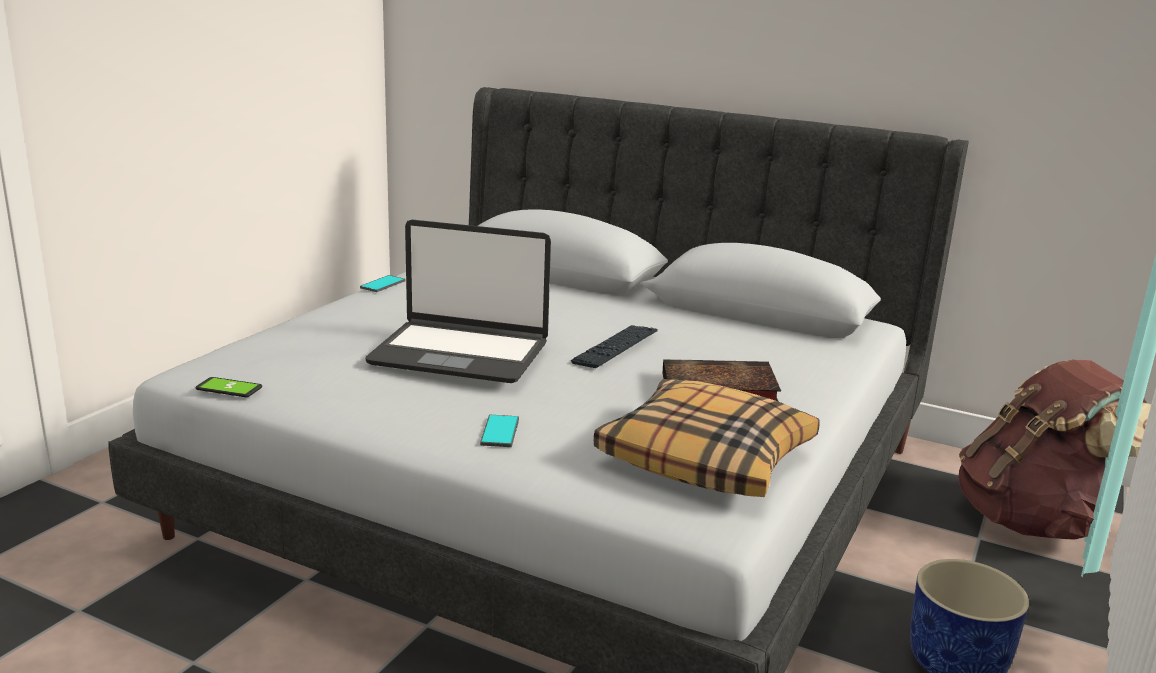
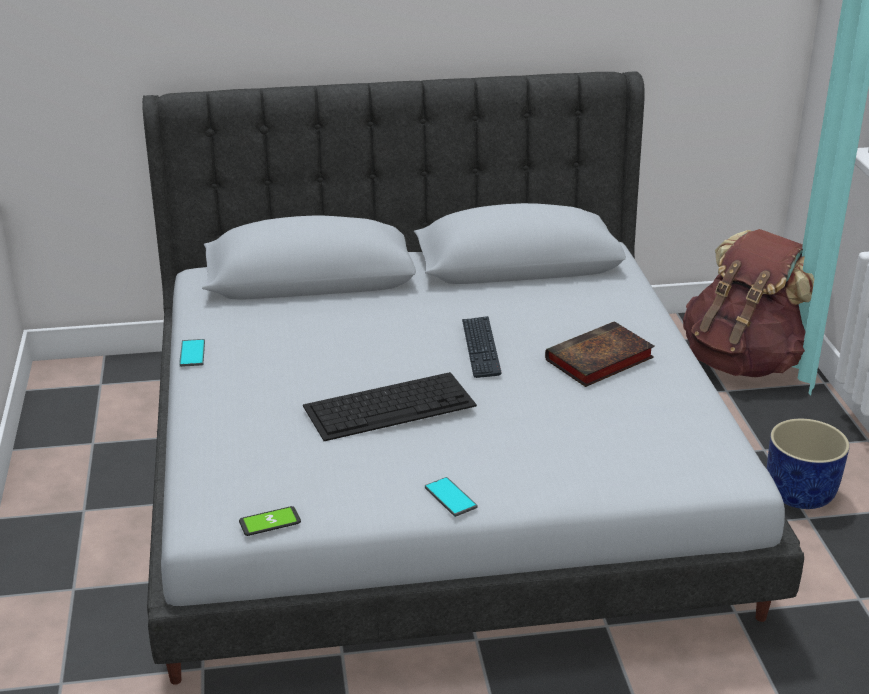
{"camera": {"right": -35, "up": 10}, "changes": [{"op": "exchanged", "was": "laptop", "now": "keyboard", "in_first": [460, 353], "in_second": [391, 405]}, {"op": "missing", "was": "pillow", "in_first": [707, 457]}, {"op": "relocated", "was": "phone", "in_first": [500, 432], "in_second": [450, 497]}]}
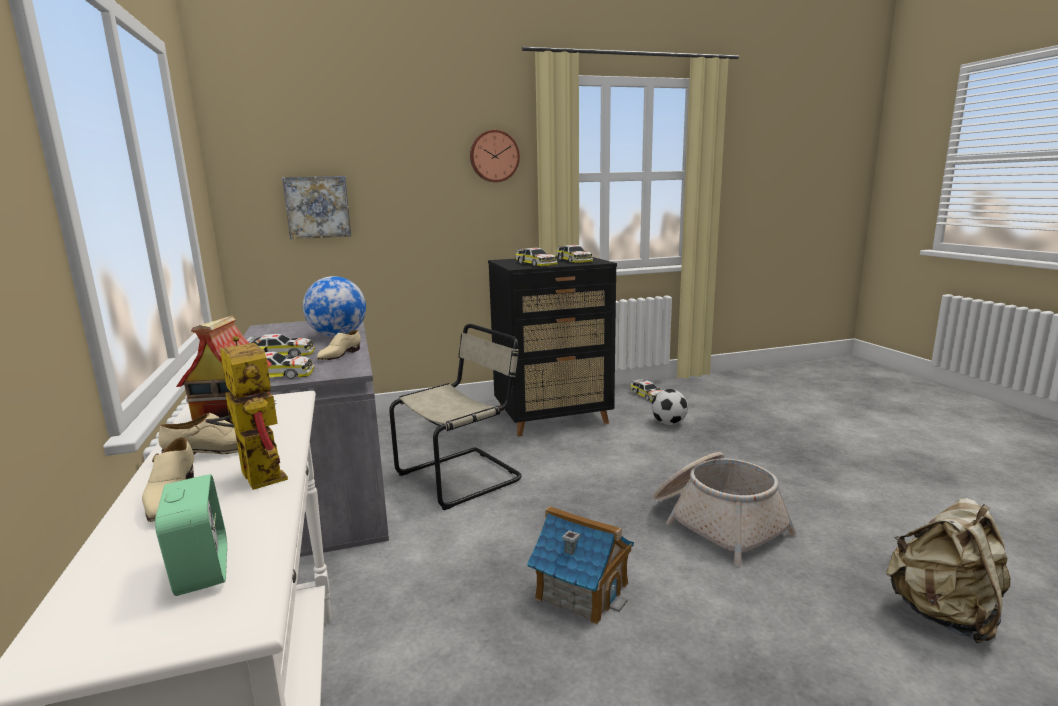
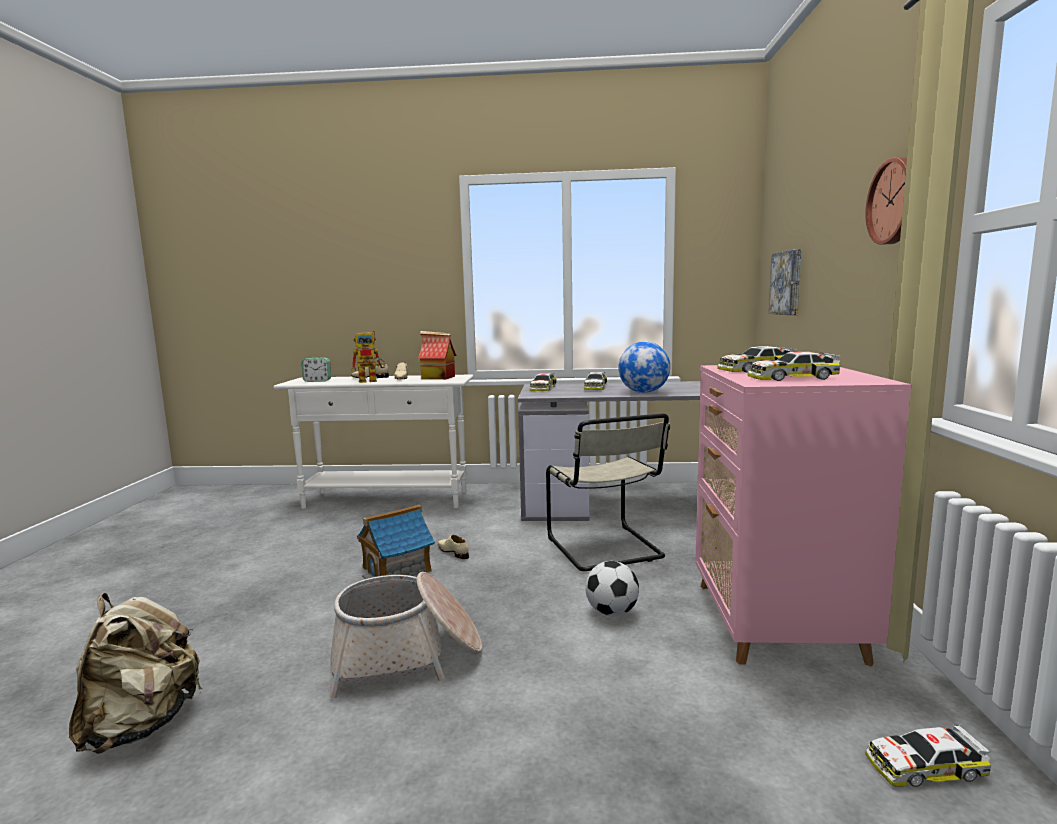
{"camera": {"right": 110, "up": -5}, "changes": [{"op": "colour", "was": "dresser (black)", "now": "dresser (pink)", "in_first": [553, 416], "in_second": [776, 622]}, {"op": "relocated", "was": "shoe (beige)", "in_first": [339, 355], "in_second": [453, 552]}, {"op": "relocated", "was": "football", "in_first": [668, 423], "in_second": [612, 612]}]}
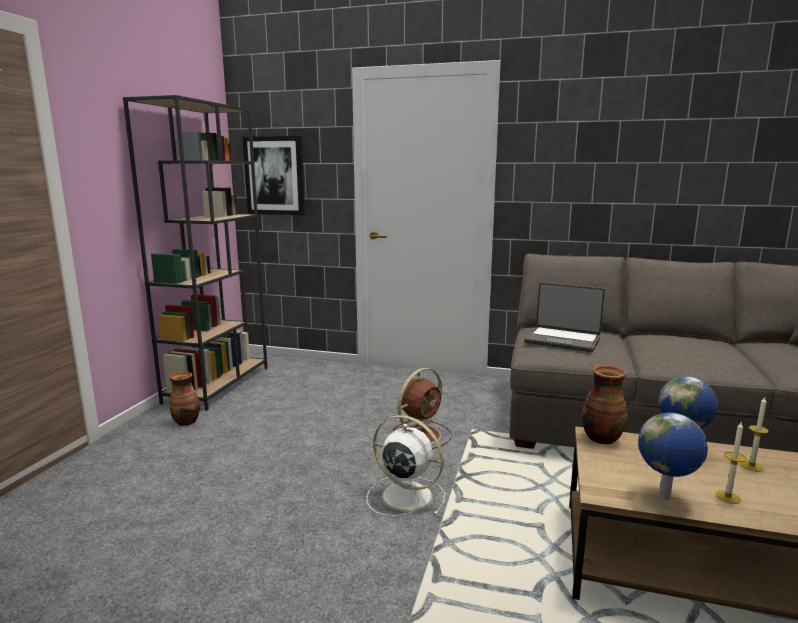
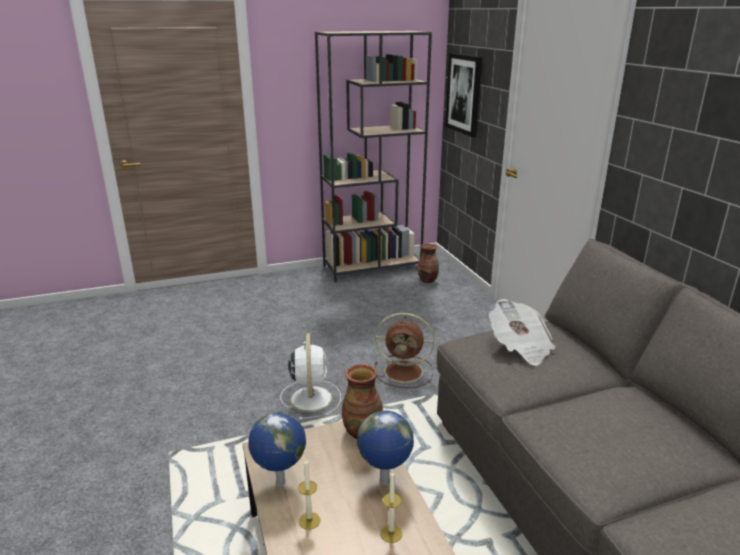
{"camera": {"right": 55, "up": 10}, "changes": [{"op": "exchanged", "was": "laptop", "now": "newspaper", "in_first": [563, 340], "in_second": [520, 347]}, {"op": "relocated", "was": "vase", "in_first": [187, 421], "in_second": [428, 280]}]}
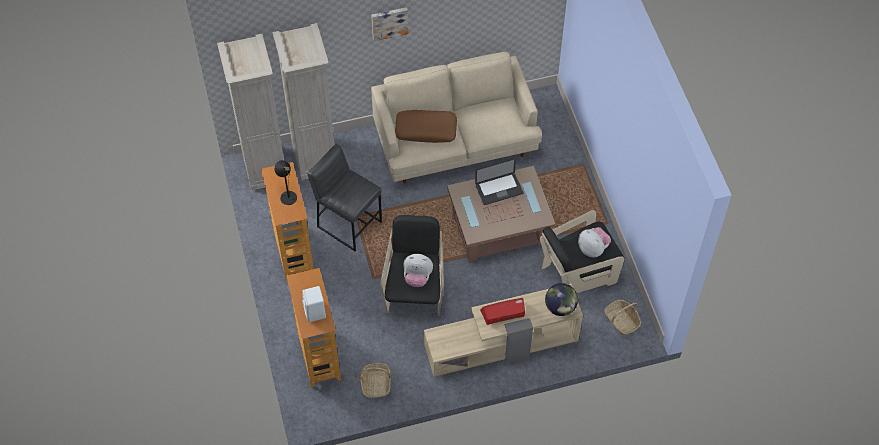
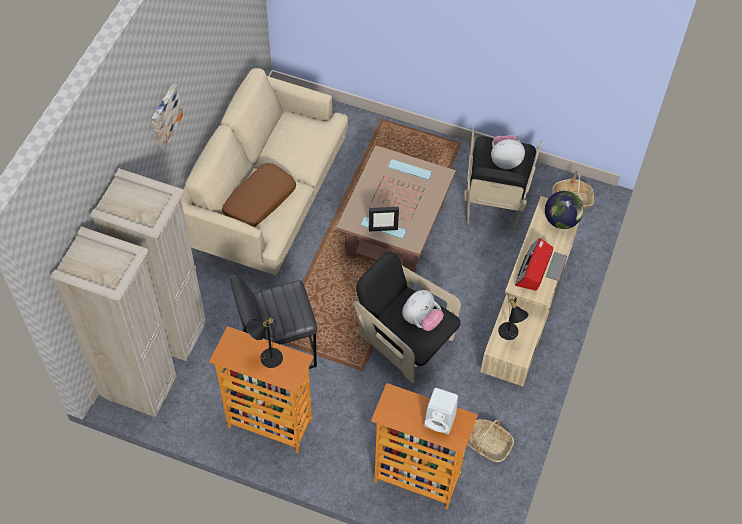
{"camera": {"right": -55, "up": 0}, "changes": [{"op": "missing", "was": "laptop", "in_first": [499, 189]}, {"op": "appeared", "now": "picture frame", "in_second": [383, 228]}, {"op": "appeared", "now": "table lamp (black)", "in_second": [510, 334]}]}
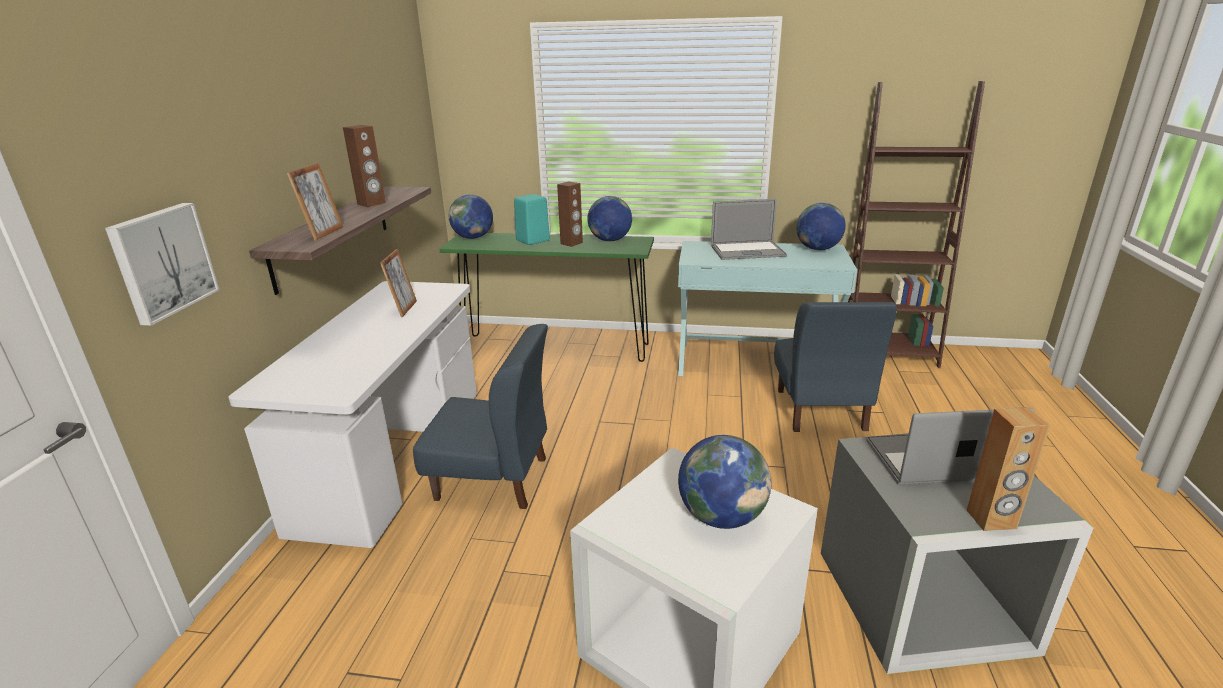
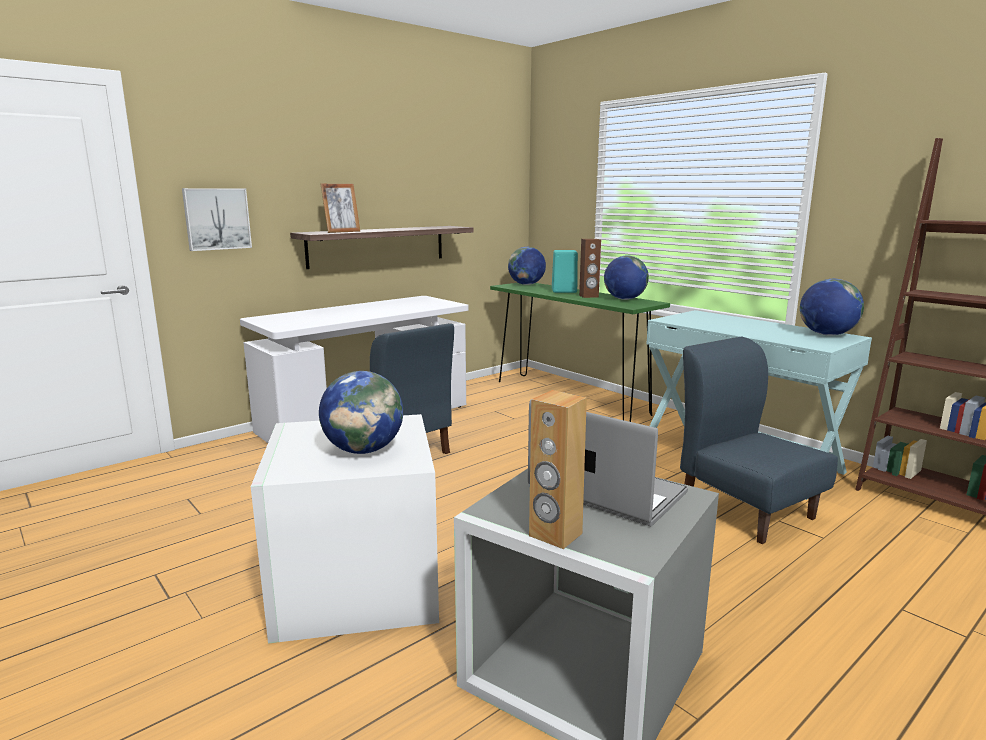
{"camera": {"right": 40, "up": -10}, "changes": [{"op": "missing", "was": "speaker (brown)", "in_first": [371, 203]}, {"op": "missing", "was": "laptop", "in_first": [747, 251]}, {"op": "missing", "was": "picture frame", "in_first": [403, 309]}, {"op": "spun", "was": "chair (blue)", "in_first": [820, 410], "in_second": [745, 509], "clockwise": 105}]}
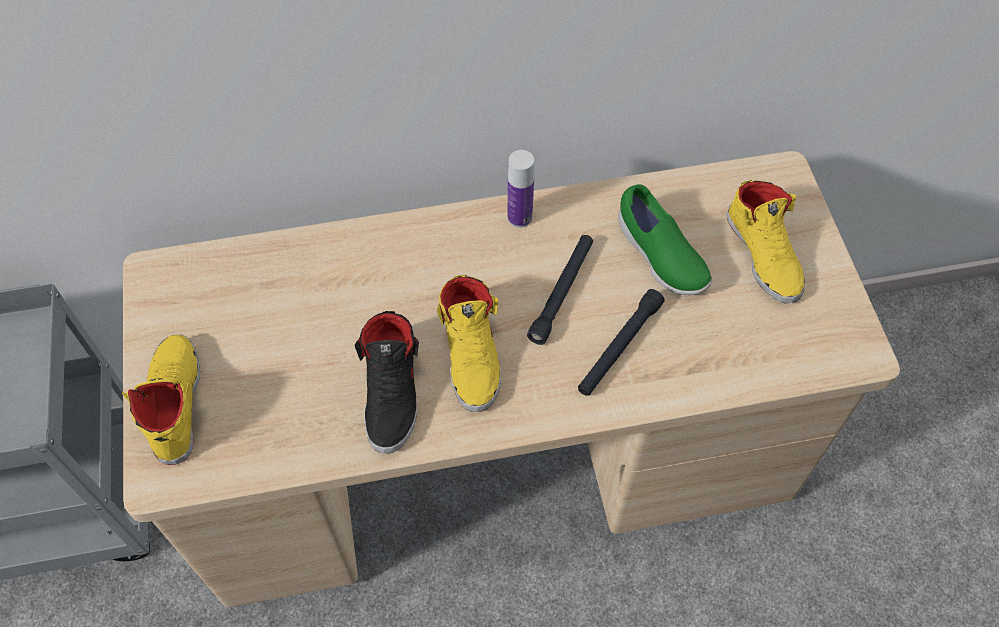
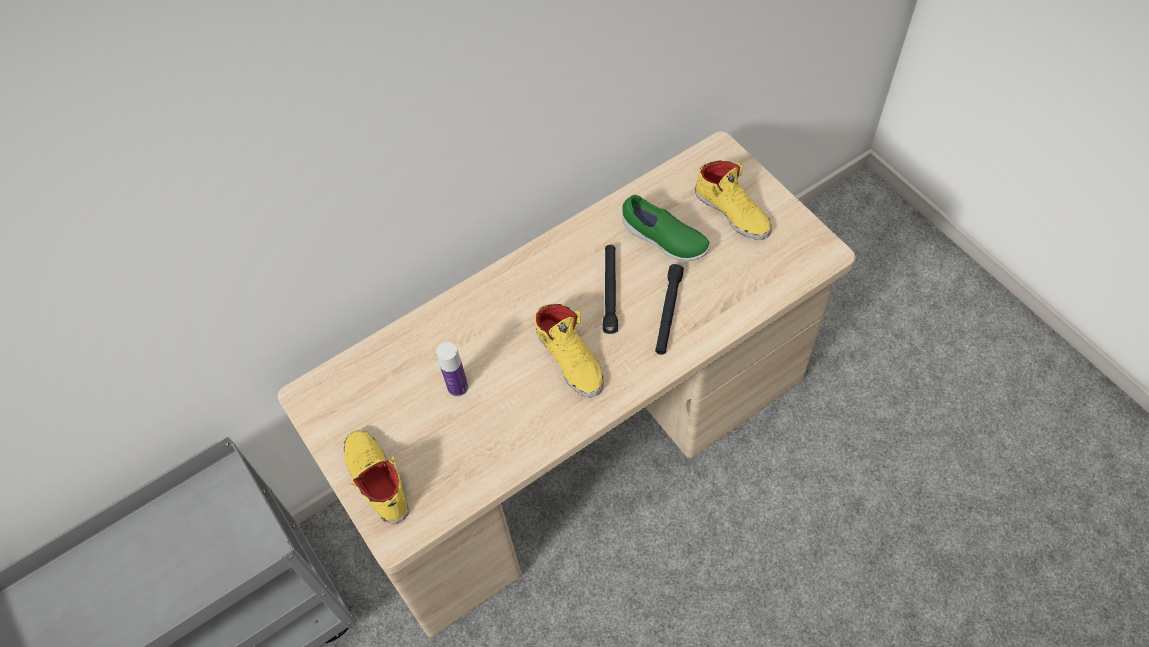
{"camera": {"right": -20, "up": 0}, "changes": [{"op": "relocated", "was": "bottle", "in_first": [519, 217], "in_second": [458, 387]}, {"op": "missing", "was": "shoe (black)", "in_first": [393, 392]}]}
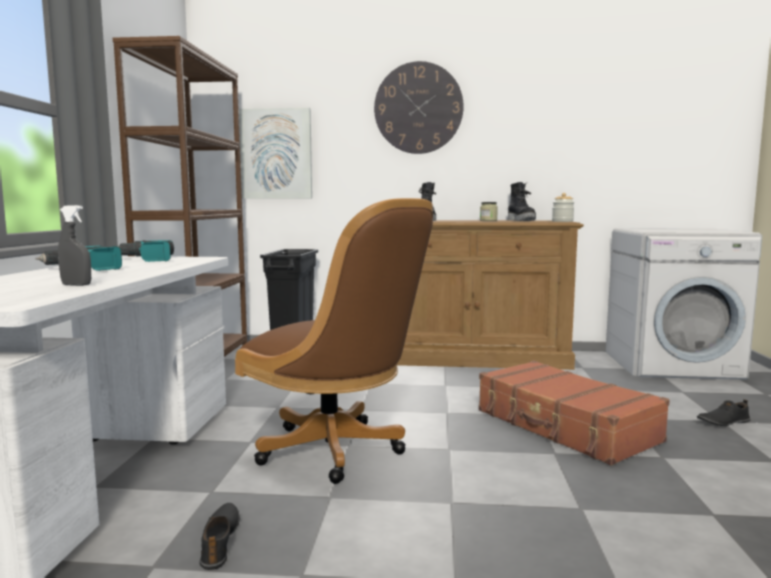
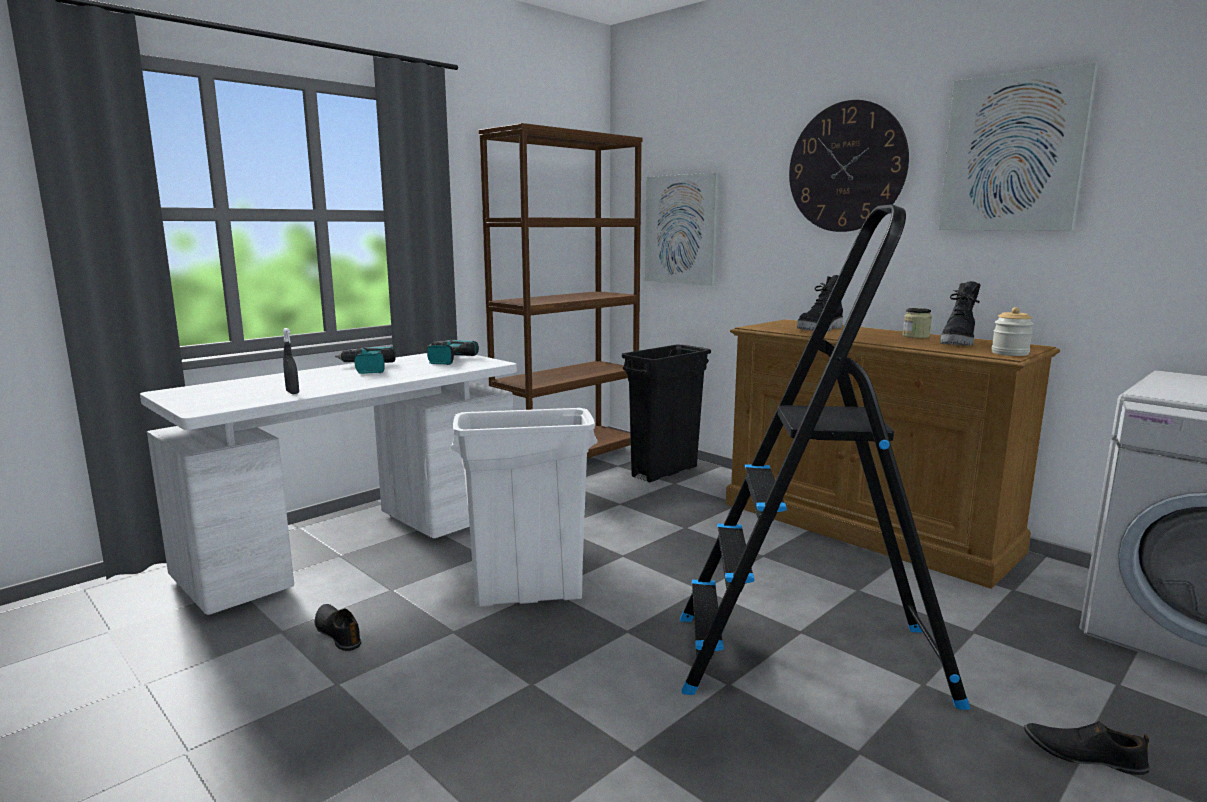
{"camera": {"right": 40, "up": 5}, "changes": [{"op": "exchanged", "was": "office chair (brown)", "now": "trash can (white)", "in_first": [340, 454], "in_second": [527, 595]}, {"op": "exchanged", "was": "suitcase (brown)", "now": "step ladder (black)", "in_first": [565, 426], "in_second": [807, 659]}, {"op": "spun", "was": "shoe (black)", "in_first": [220, 540], "in_second": [338, 632], "clockwise": -75}, {"op": "appeared", "now": "picture", "in_second": [1013, 153]}]}
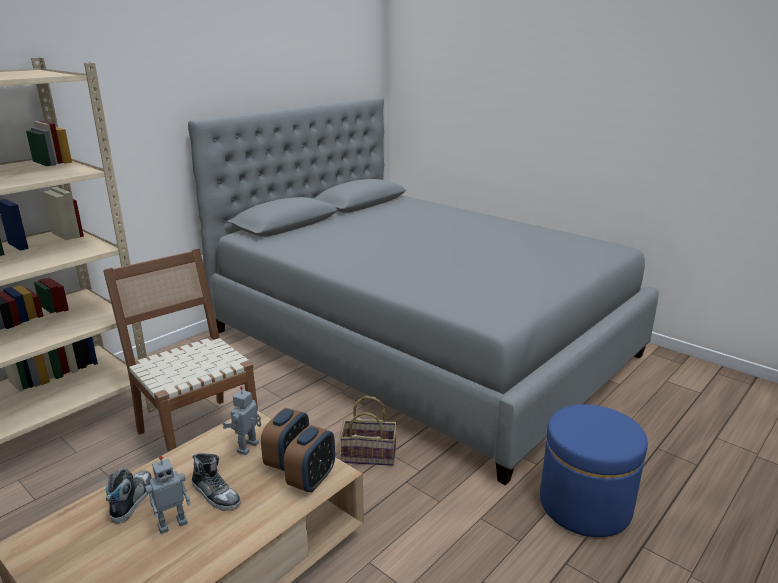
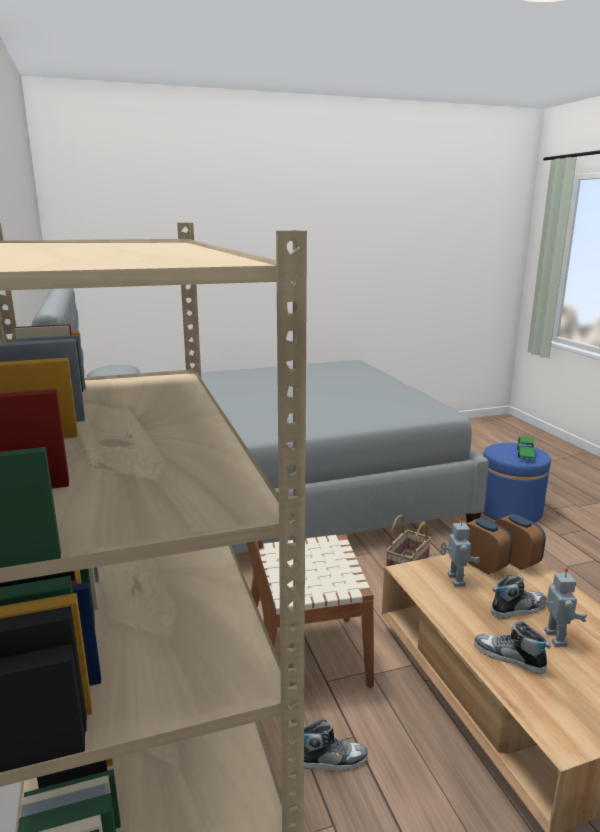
{"camera": {"right": -60, "up": -5}, "changes": [{"op": "spun", "was": "toy robot", "in_first": [249, 448], "in_second": [454, 580], "clockwise": -150}, {"op": "appeared", "now": "toy car (green)", "in_second": [525, 454]}, {"op": "appeared", "now": "shoe", "in_second": [332, 759]}]}
